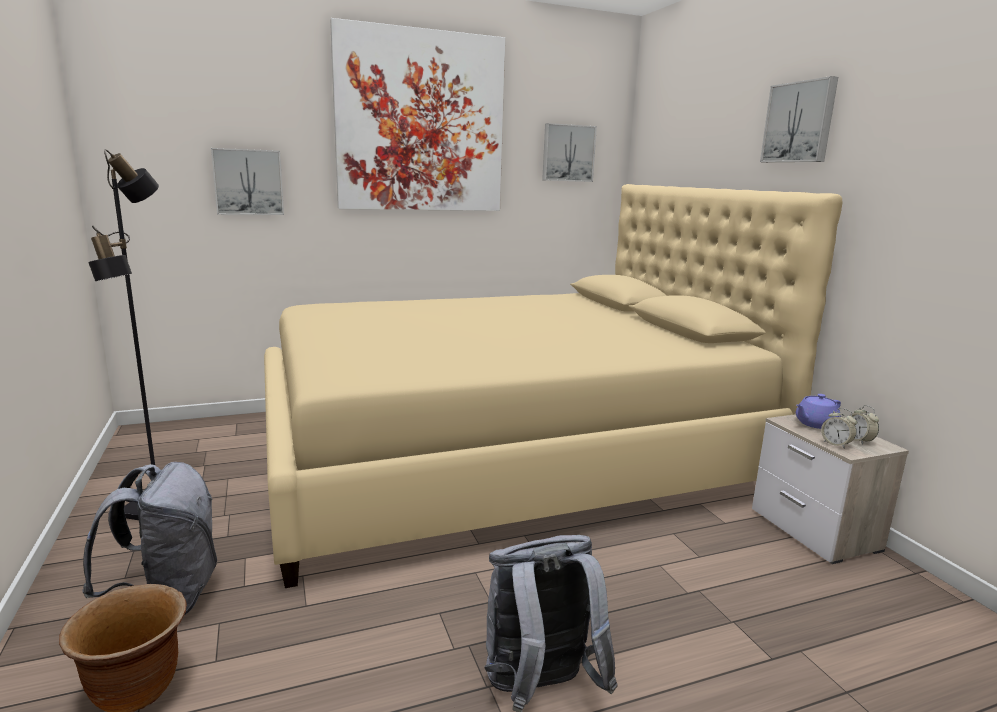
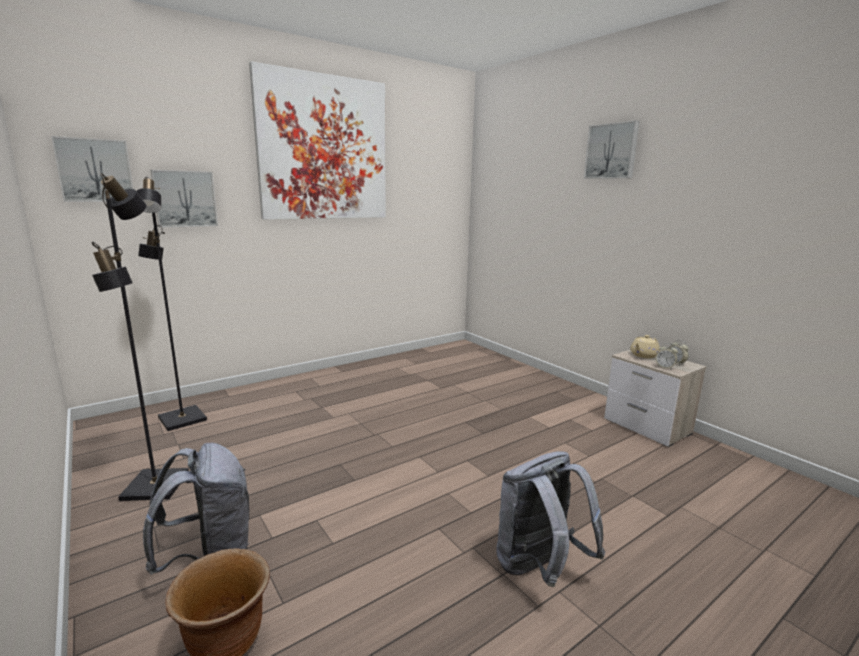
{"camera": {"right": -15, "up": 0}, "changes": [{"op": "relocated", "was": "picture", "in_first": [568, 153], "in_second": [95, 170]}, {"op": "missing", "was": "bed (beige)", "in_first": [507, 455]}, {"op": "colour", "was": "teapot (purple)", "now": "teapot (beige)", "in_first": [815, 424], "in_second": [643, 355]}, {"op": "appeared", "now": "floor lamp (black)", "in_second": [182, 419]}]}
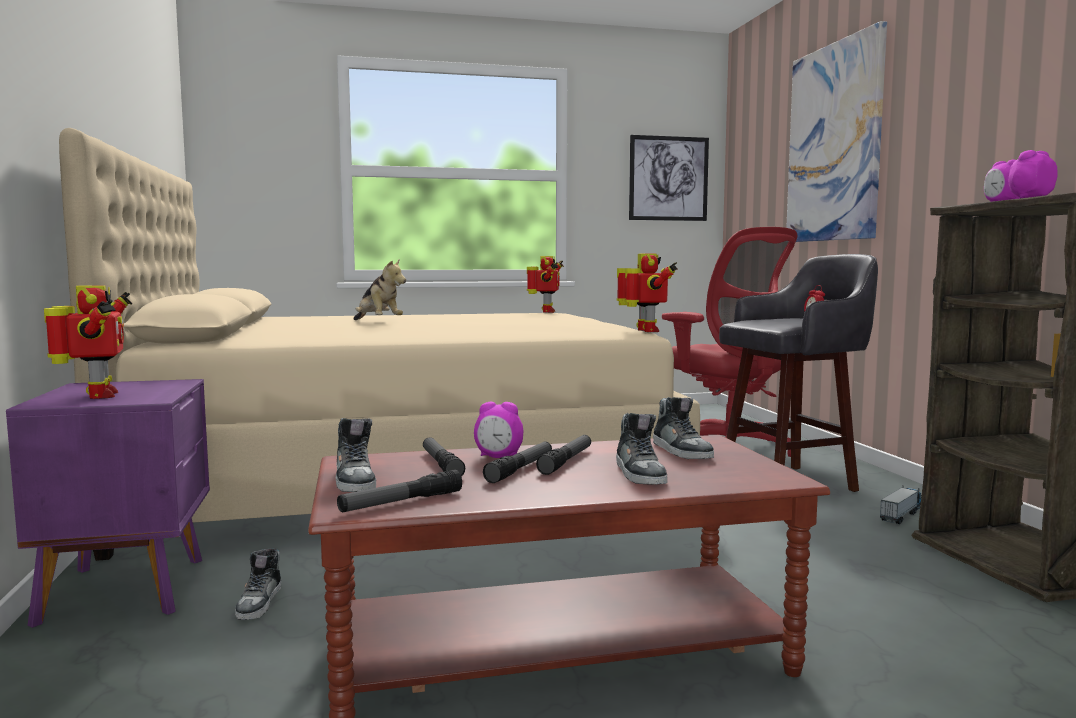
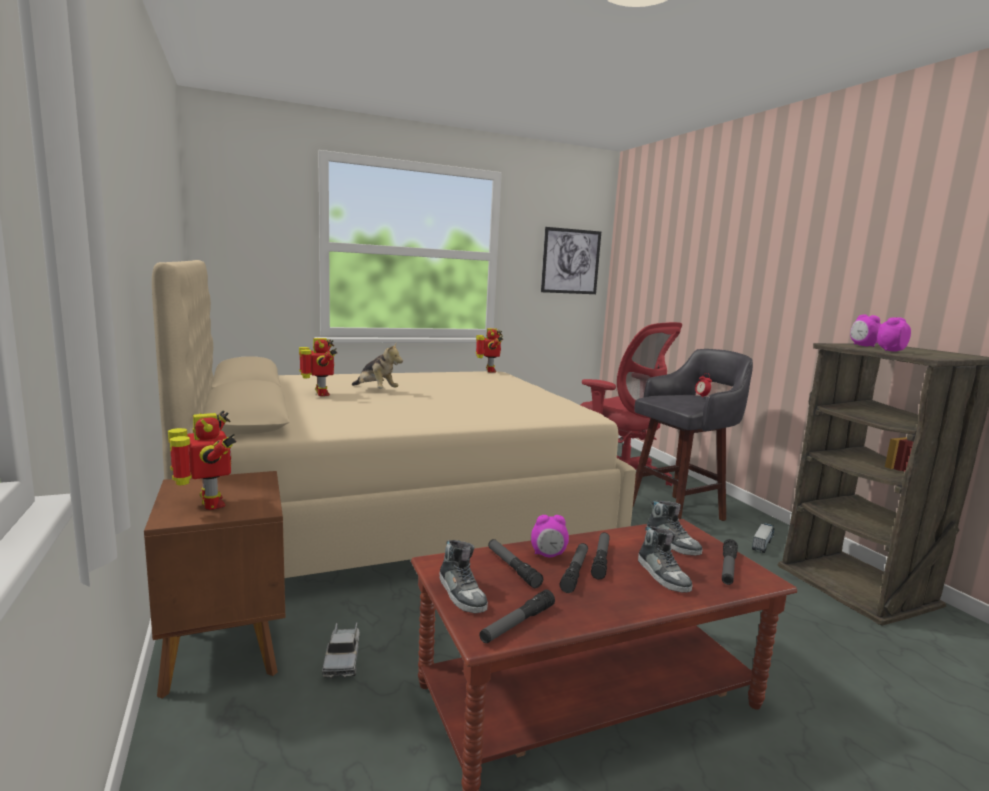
{"camera": {"right": -10, "up": 5}, "changes": [{"op": "missing", "was": "picture", "in_first": [834, 143]}, {"op": "relocated", "was": "toy robot", "in_first": [645, 331], "in_second": [320, 394]}, {"op": "colour", "was": "nightstand (purple)", "now": "nightstand (brown)", "in_first": [128, 589], "in_second": [224, 648]}, {"op": "exchanged", "was": "shoe", "now": "toy truck", "in_first": [260, 603], "in_second": [342, 658]}, {"op": "appeared", "now": "flashlight", "in_second": [728, 568]}]}
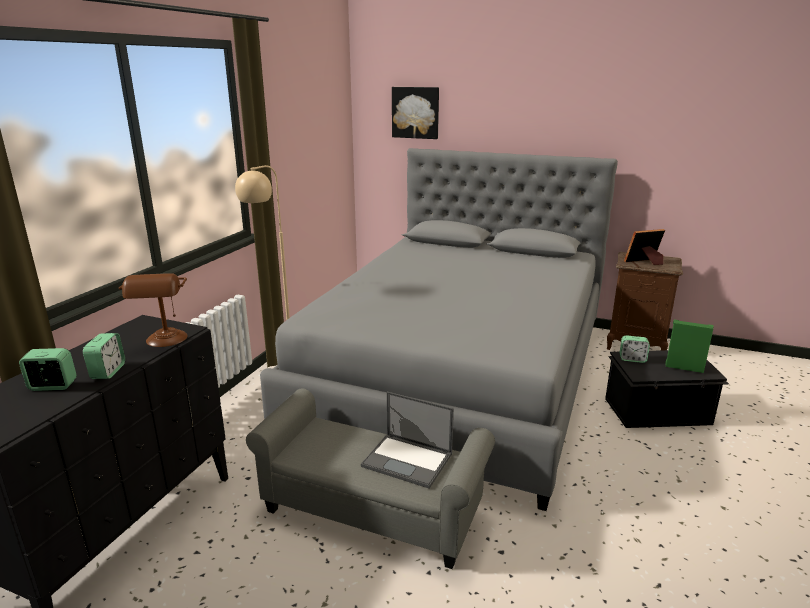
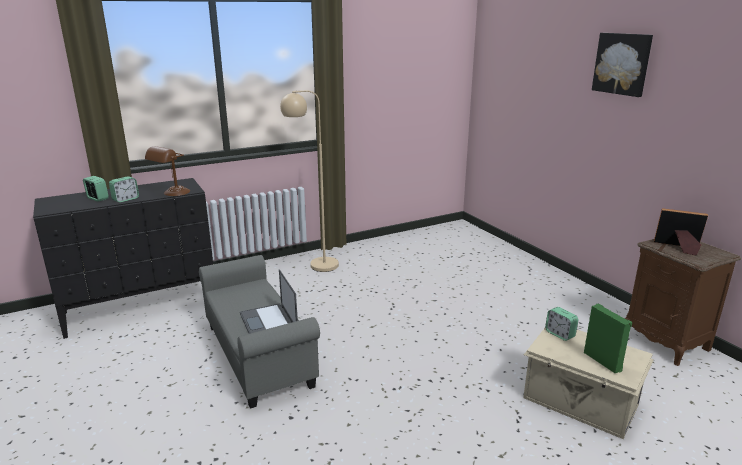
{"camera": {"right": 40, "up": 0}, "changes": [{"op": "relocated", "was": "picture", "in_first": [415, 112], "in_second": [622, 64]}, {"op": "missing", "was": "bed (grey)", "in_first": [459, 375]}, {"op": "colour", "was": "storage box (black)", "now": "storage box (beige)", "in_first": [658, 412], "in_second": [580, 402]}]}
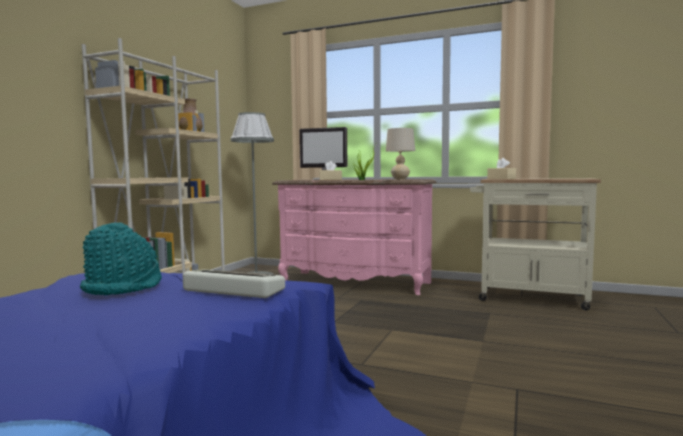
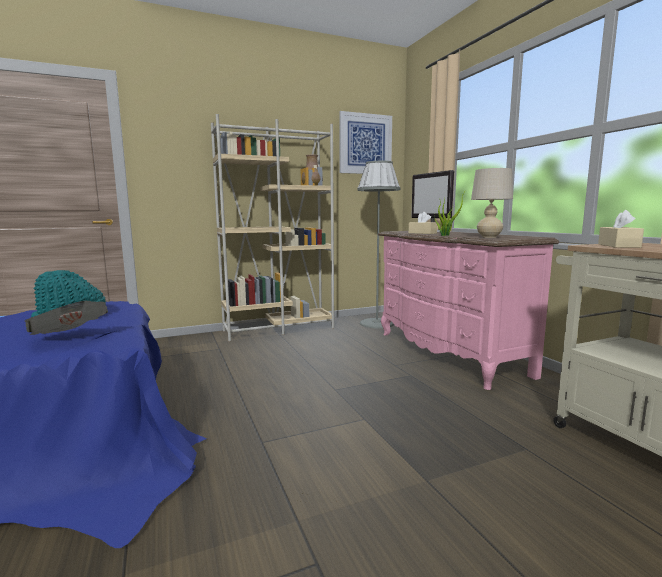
{"camera": {"right": 45, "up": 5}, "changes": [{"op": "exchanged", "was": "keyboard", "now": "newspaper", "in_first": [231, 291], "in_second": [70, 338]}, {"op": "appeared", "now": "picture", "in_second": [365, 144]}]}
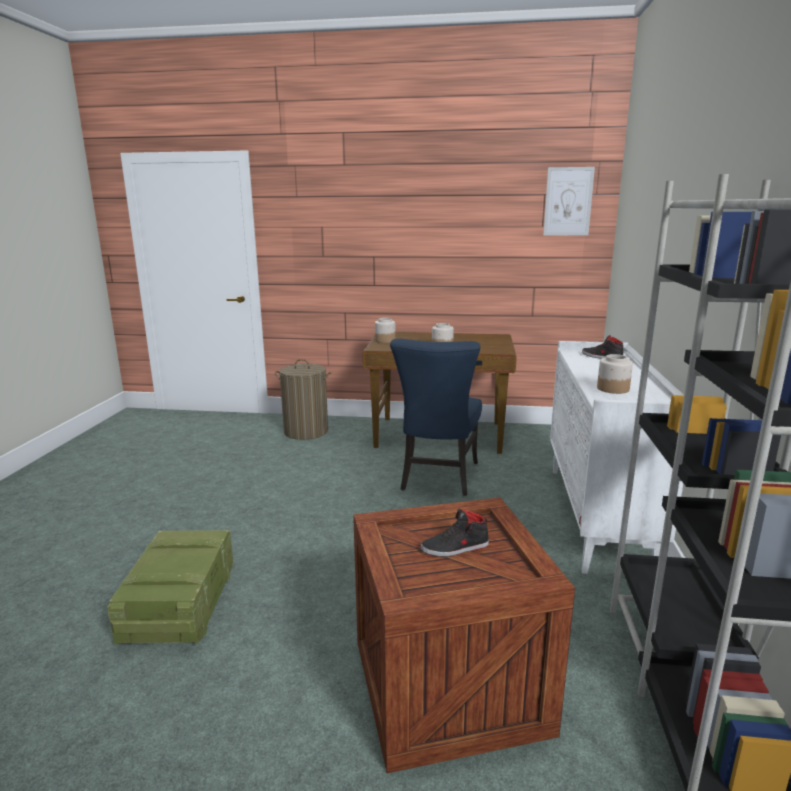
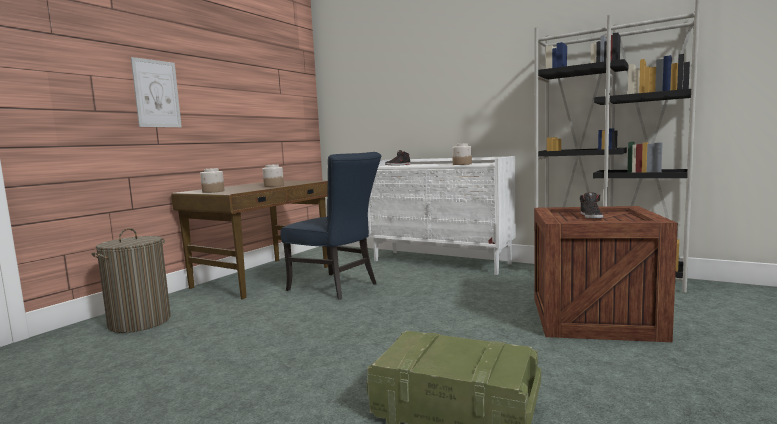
{"camera": {"right": -65, "up": -10}, "changes": [{"op": "relocated", "was": "picture", "in_first": [568, 201], "in_second": [156, 94]}]}
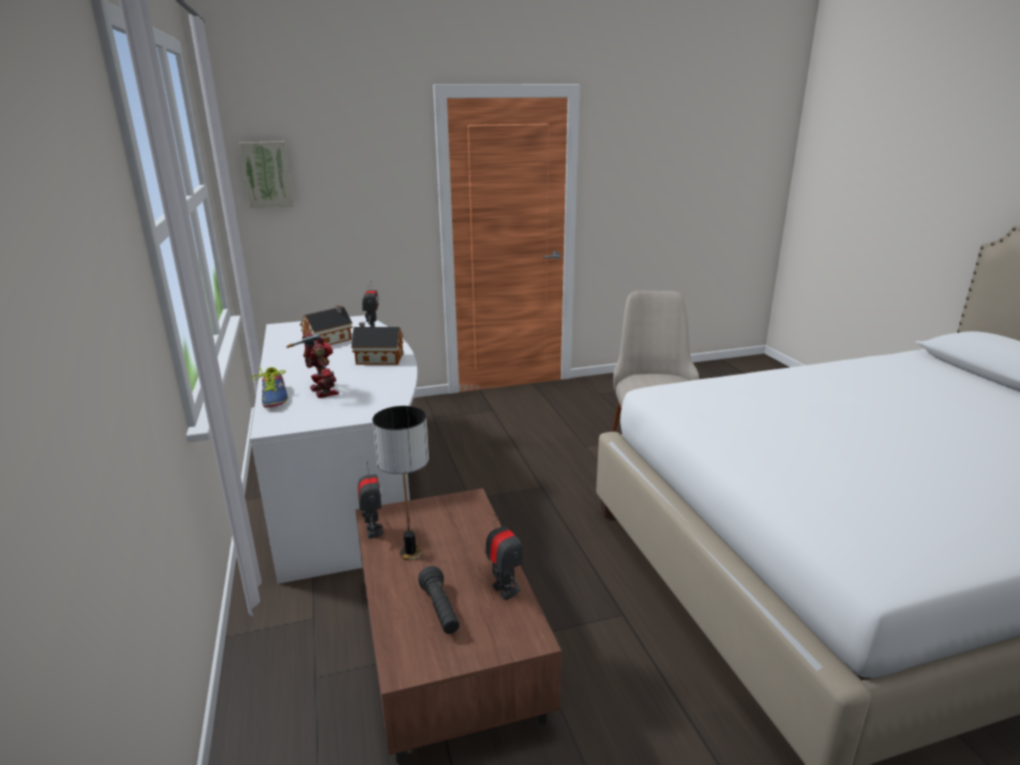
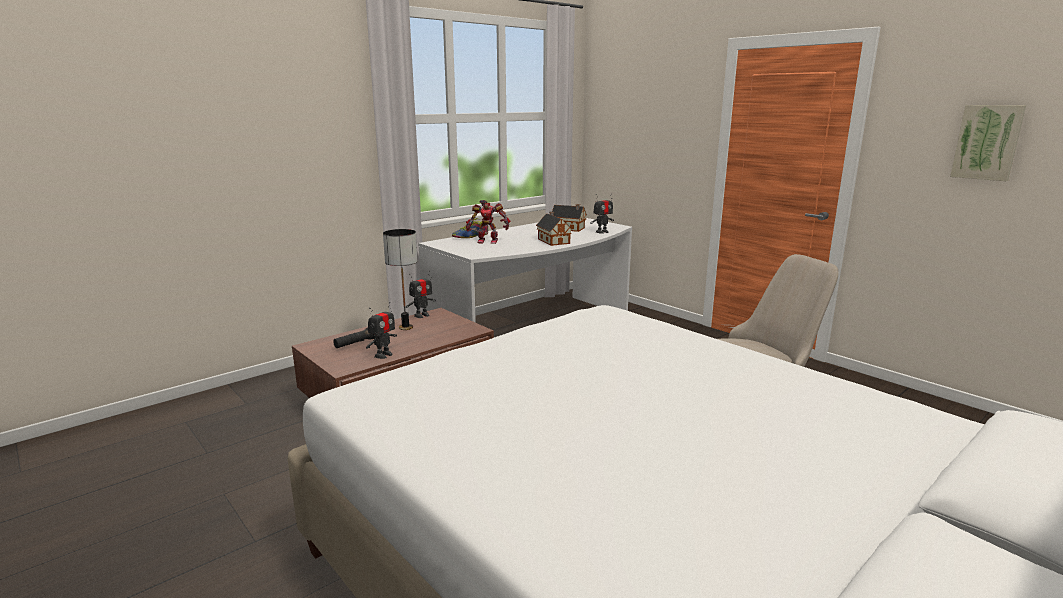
{"camera": {"right": 65, "up": -5}, "changes": [{"op": "relocated", "was": "picture", "in_first": [267, 174], "in_second": [987, 142]}, {"op": "spun", "was": "toy robot", "in_first": [321, 392], "in_second": [487, 241], "clockwise": 60}]}
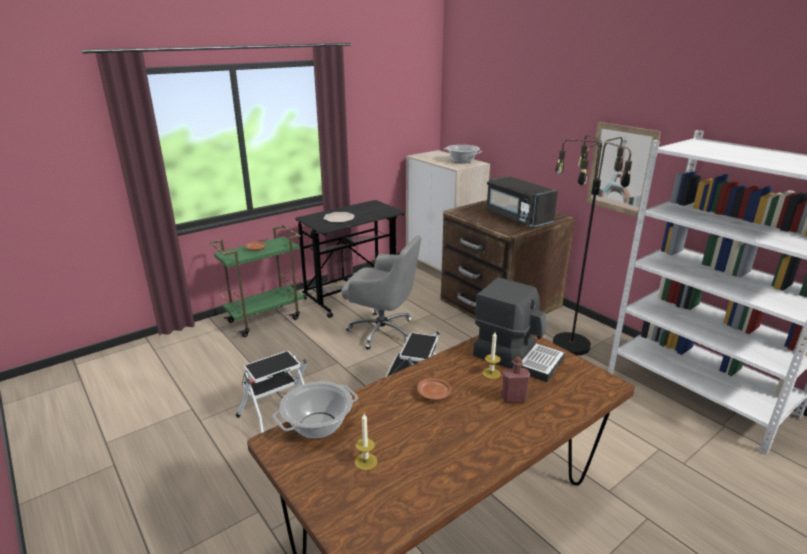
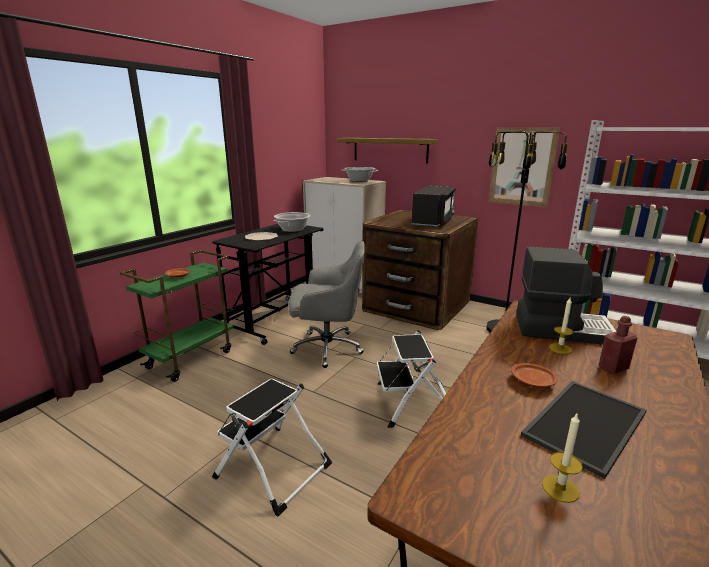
{"camera": {"right": -20, "up": -5}, "changes": [{"op": "spun", "was": "microwave (black)", "in_first": [517, 218], "in_second": [433, 221], "clockwise": -105}, {"op": "relocated", "was": "cooking pot", "in_first": [318, 425], "in_second": [293, 229]}, {"op": "appeared", "now": "shelf", "in_second": [390, 150]}, {"op": "appeared", "now": "tray", "in_second": [583, 422]}]}
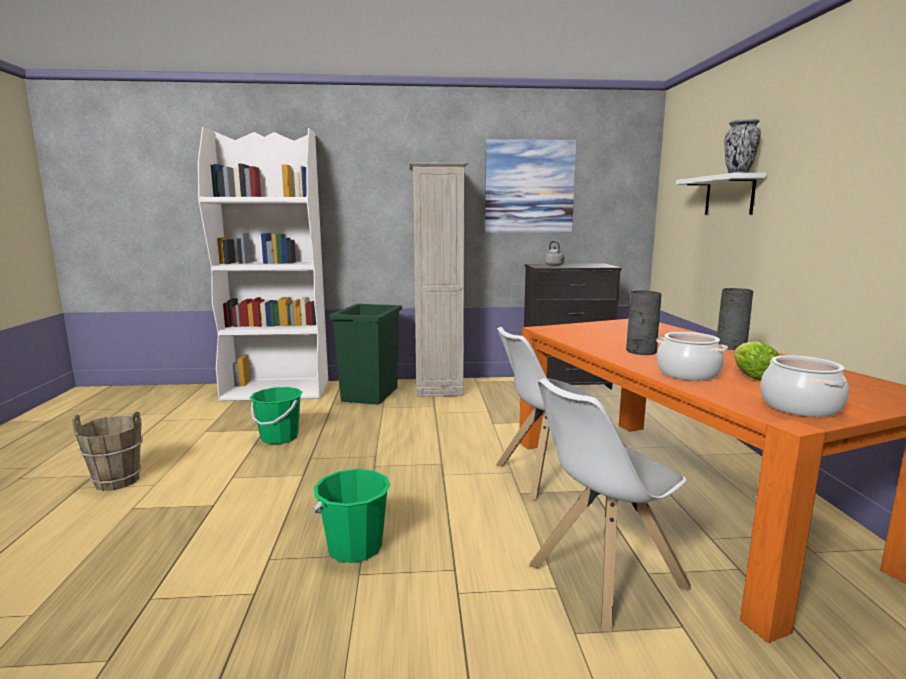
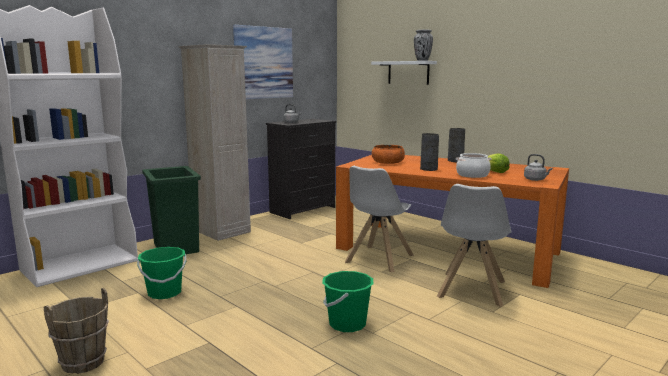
{"camera": {"right": -40, "up": 0}, "changes": [{"op": "exchanged", "was": "cooking pot", "now": "kettle (grey)", "in_first": [800, 407], "in_second": [536, 179]}, {"op": "appeared", "now": "bowl (orange)", "in_second": [387, 162]}]}
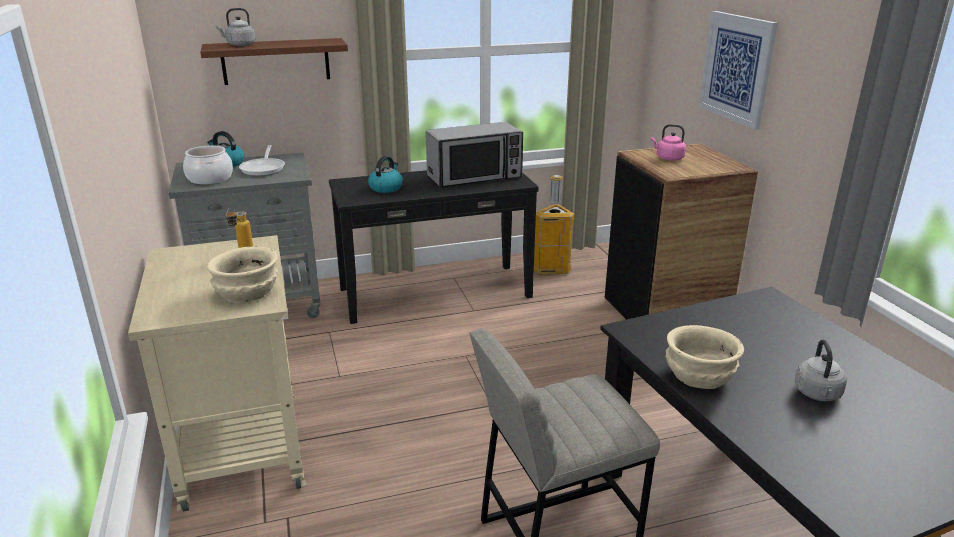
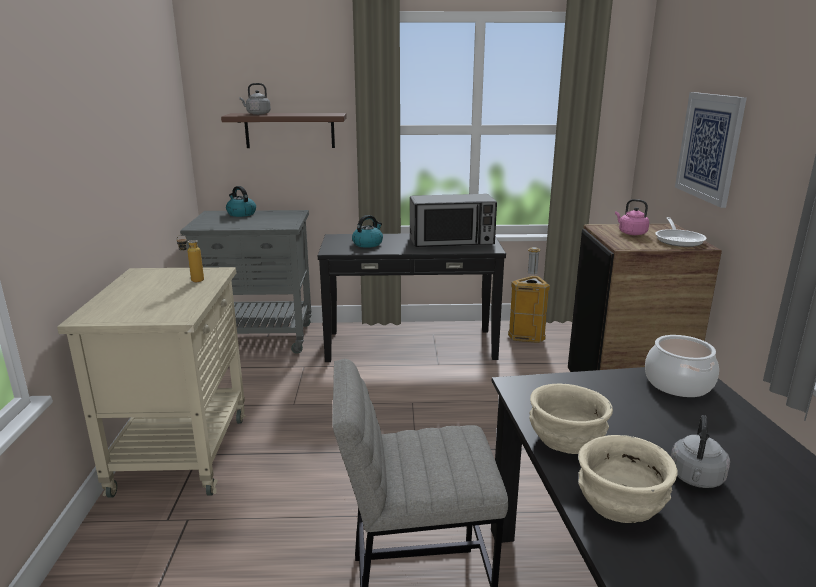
{"camera": {"right": 15, "up": -5}, "changes": [{"op": "relocated", "was": "cooking pot", "in_first": [210, 178], "in_second": [678, 384]}, {"op": "relocated", "was": "frying pan", "in_first": [264, 168], "in_second": [678, 240]}, {"op": "relocated", "was": "bowl (beige)", "in_first": [247, 294], "in_second": [620, 504]}]}
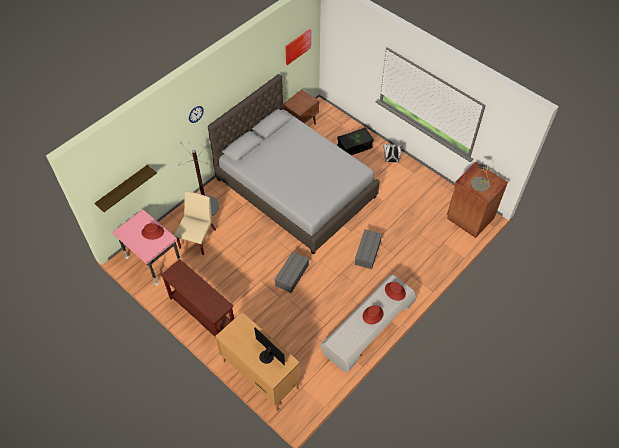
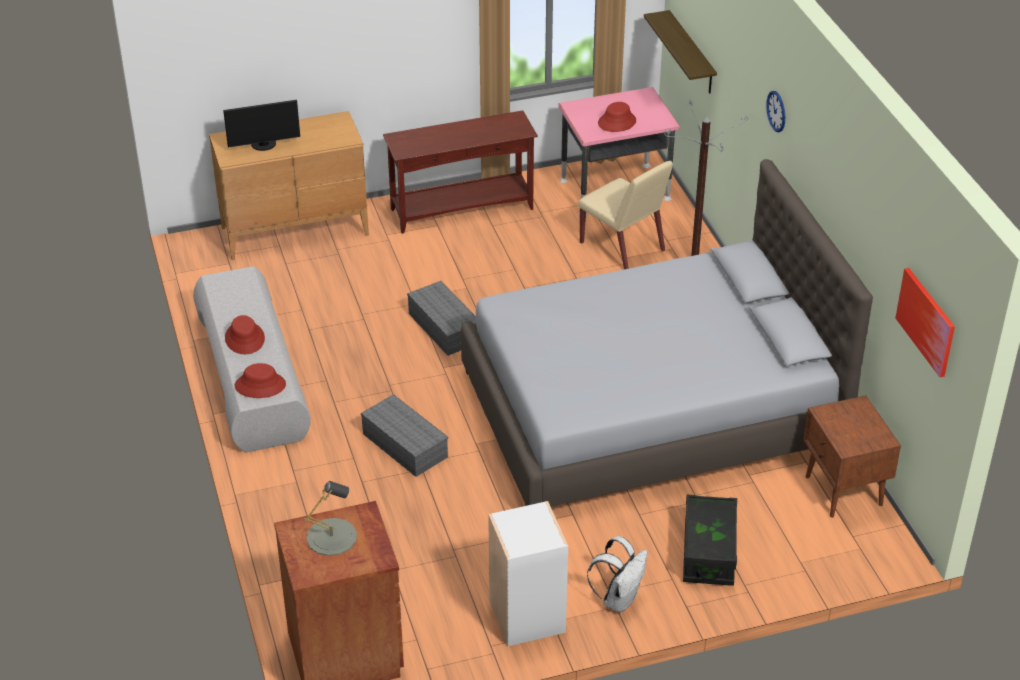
{"camera": {"right": 120, "up": -15}, "changes": [{"op": "appeared", "now": "bookcase", "in_second": [526, 616]}]}
